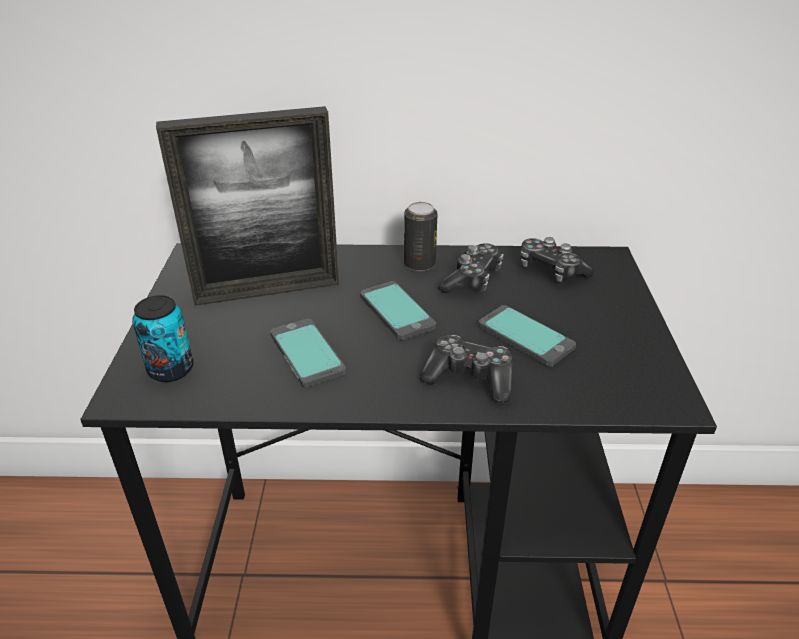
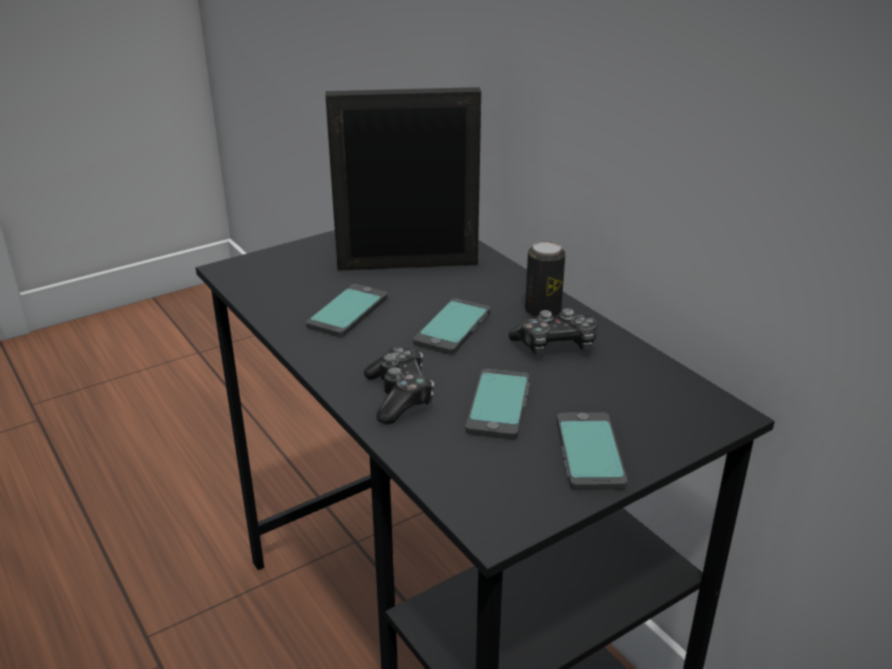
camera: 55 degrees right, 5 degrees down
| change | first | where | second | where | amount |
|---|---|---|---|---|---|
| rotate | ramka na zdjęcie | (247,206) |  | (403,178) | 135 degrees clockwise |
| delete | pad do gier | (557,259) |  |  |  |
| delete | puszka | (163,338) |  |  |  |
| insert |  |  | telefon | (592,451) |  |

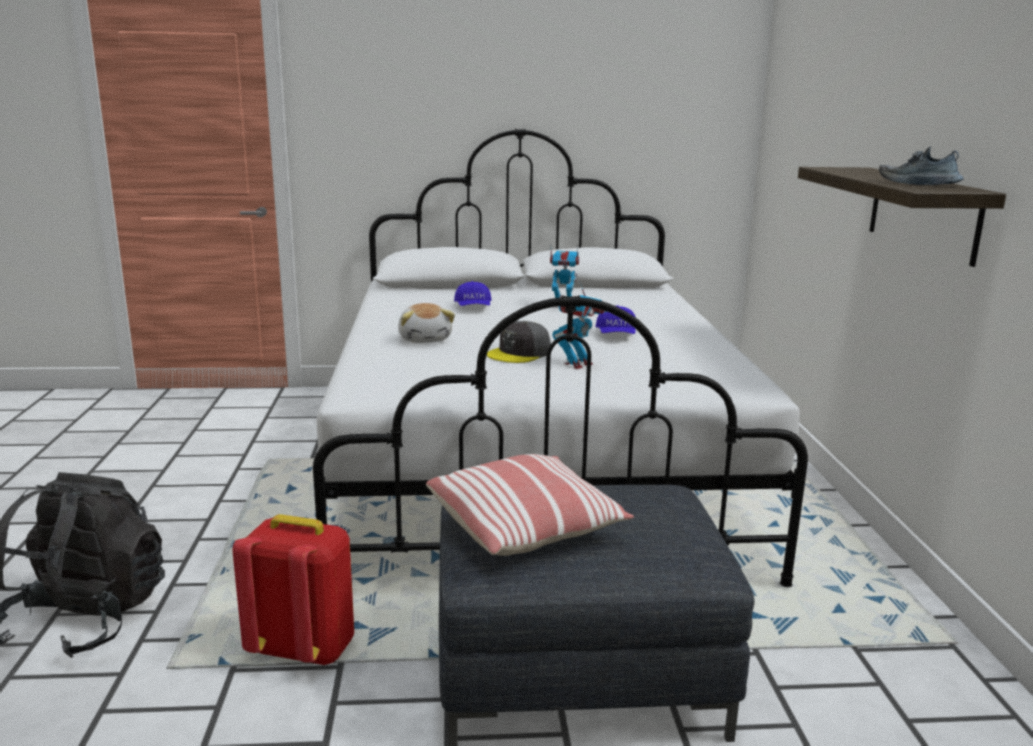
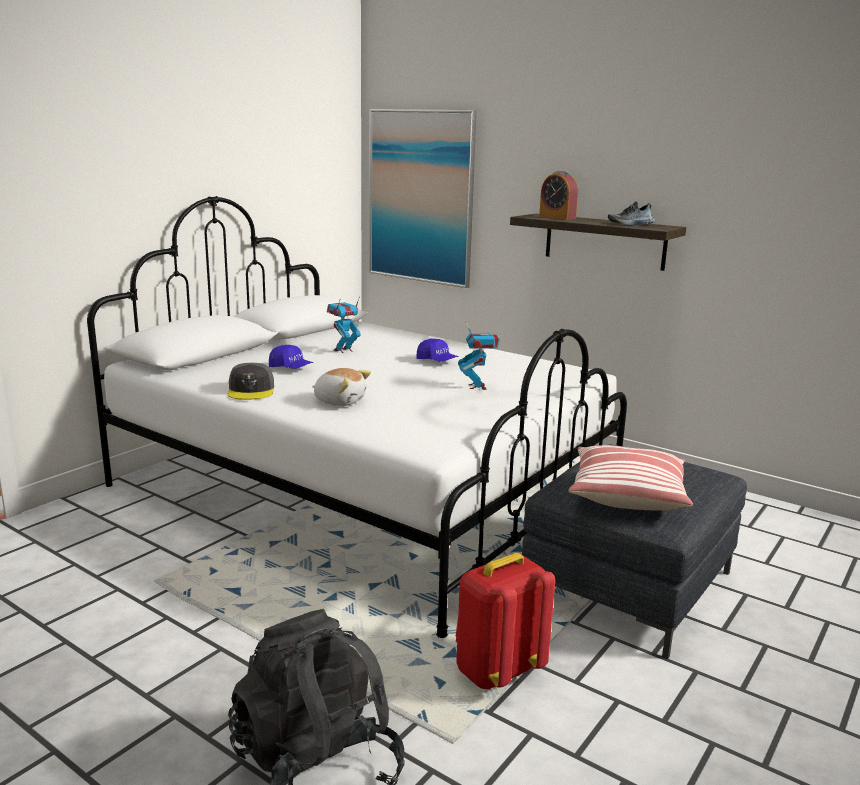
camera: 50 degrees left, 0 degrees up
| change | first | where | second | where | amount |
|---|---|---|---|---|---|
| move | czapka z daszkiem (szary) | (519,342) |  | (251,381) |  |
| insert |  |  | obraz | (423,198) |  |
| insert |  |  | budzik | (558,195) |  |

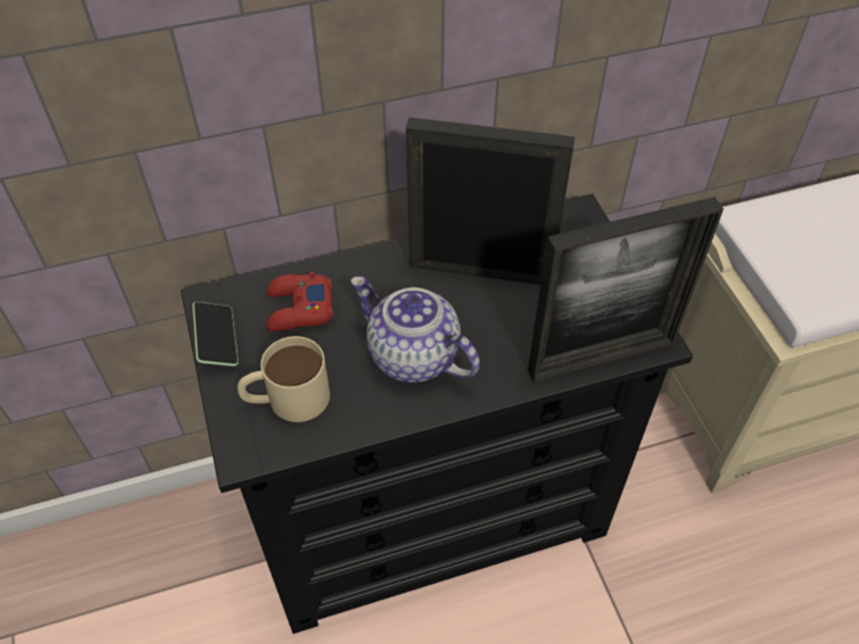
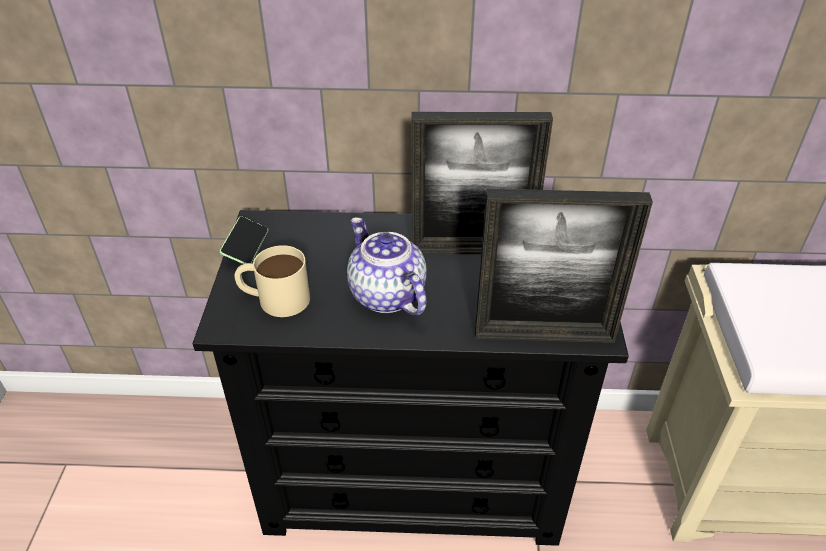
camera: 20 degrees right, 10 degrees down
| change | first | where | second | where | amount |
|---|---|---|---|---|---|
| rotate | ramka na zdjęcie | (490,201) |  | (482,183) | 150 degrees clockwise |
| delete | pad do gier (czerwony) | (299,301) |  |  |  |

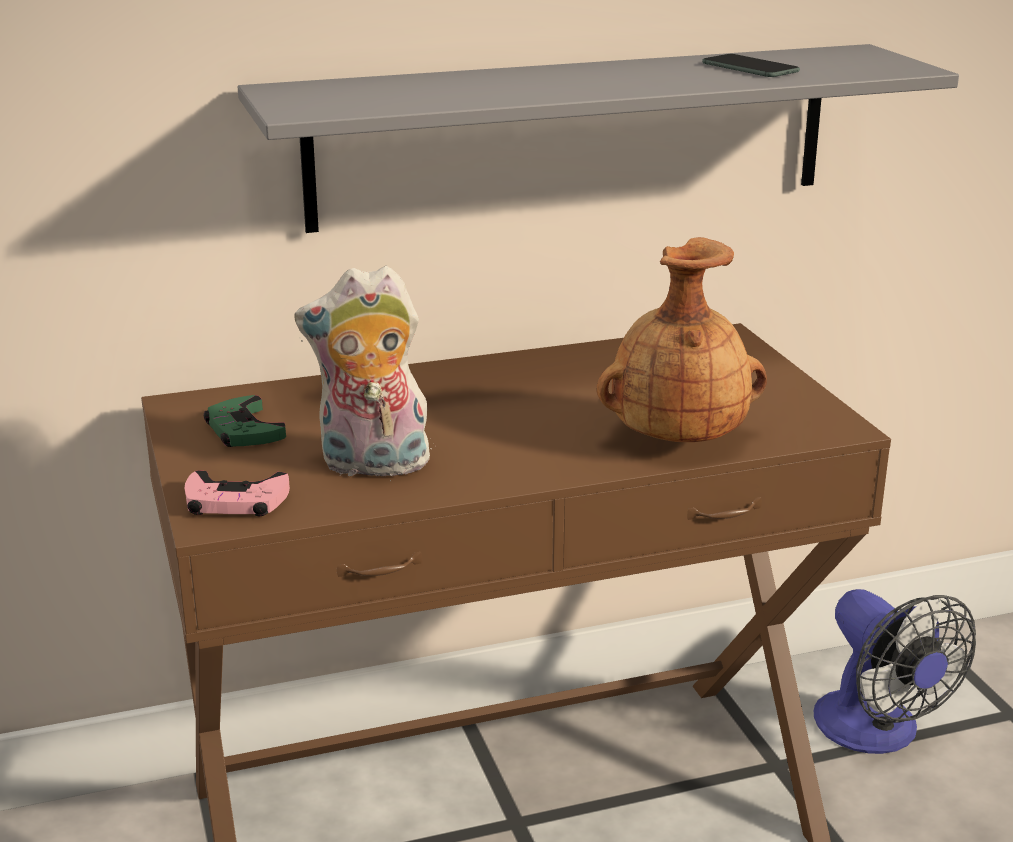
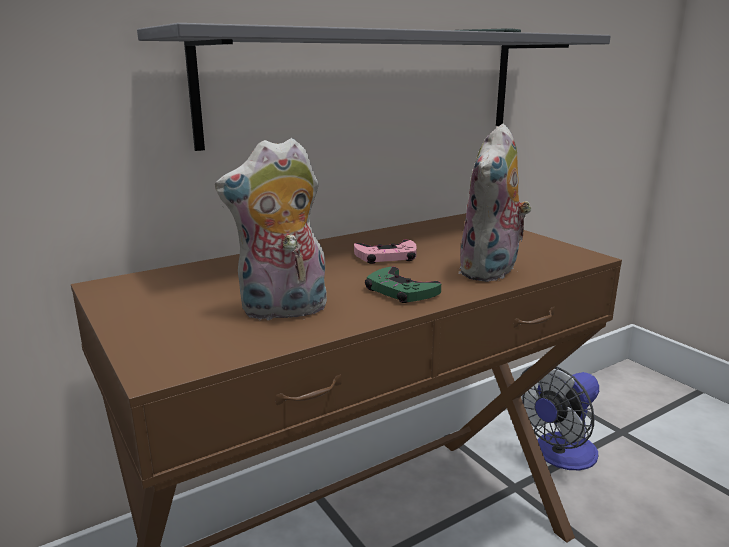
camera: 15 degrees left, 5 degrees down
| change | first | where | second | where | amount |
|---|---|---|---|---|---|
| replace | wazon (brązowy) | (681,339) | pluszak | (495,203) |  |
| move | pad do gier (zielony) | (245,421) |  | (403,285) |  |
| move | pad do gier (różowy) | (237,493) |  | (385,252) |  |
| rotate | wentylator | (895,671) |  | (560,417) | 90 degrees clockwise |

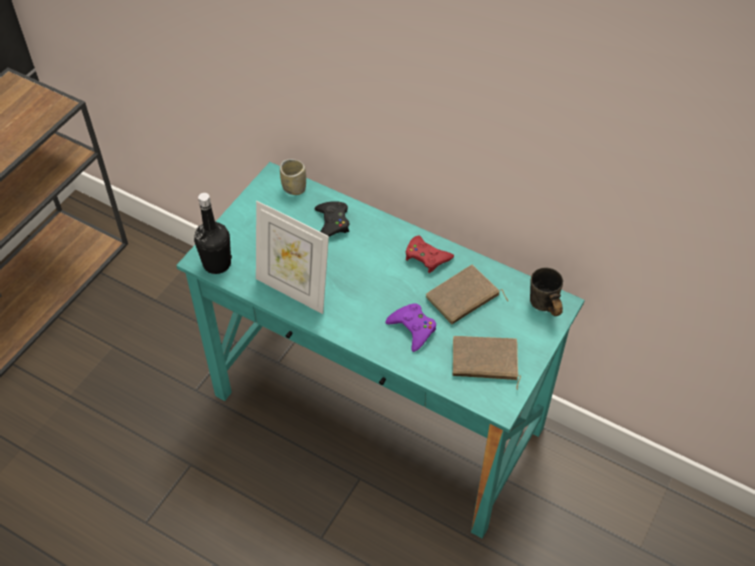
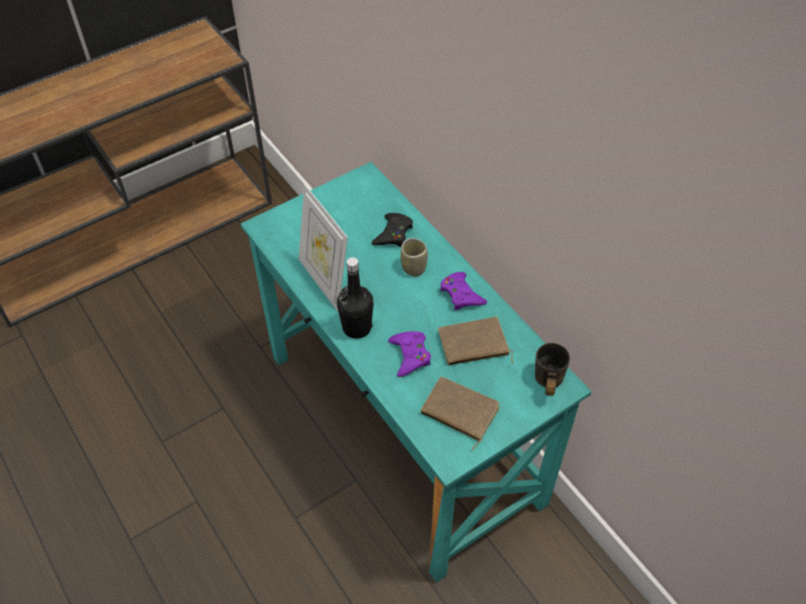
camera: 25 degrees right, 0 degrees up
| change | first | where | second | where | amount |
|---|---|---|---|---|---|
| move | filiżanka | (293,177) |  | (414,257) |  |
| move | butelka (czarny) | (213,233) |  | (355,298) |  |
| recolor | pad do gier (czerwony) | (430,254) | pad do gier (fioletowy) | (463,291) |  |

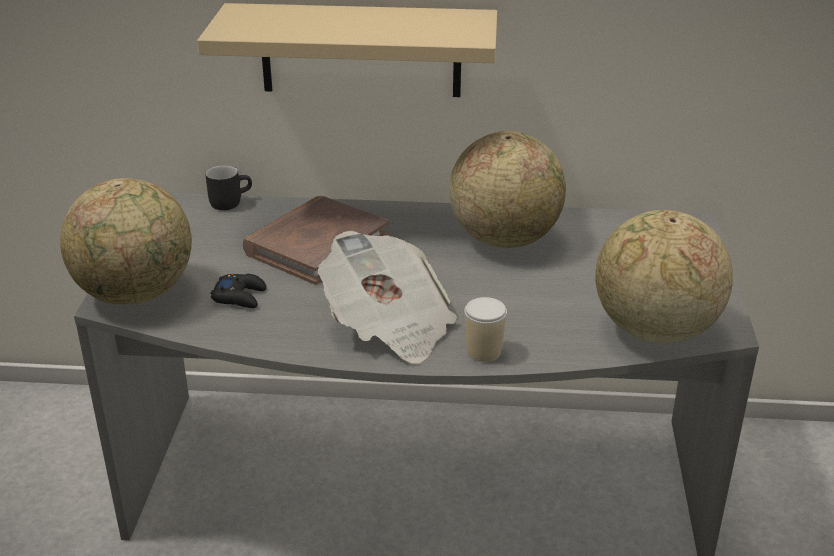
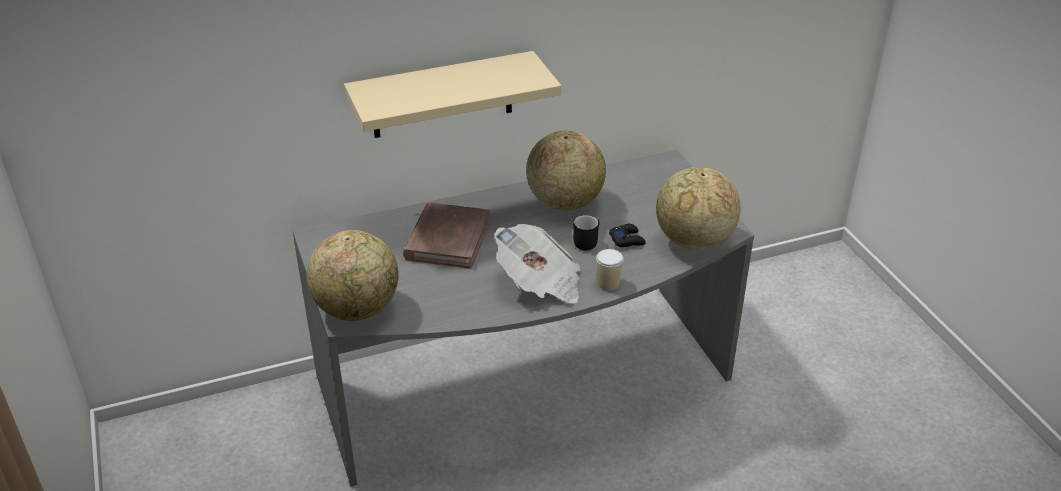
camera: 25 degrees left, 5 degrees up
| change | first | where | second | where | amount |
|---|---|---|---|---|---|
| move | kubek (czarny) | (228,187) |  | (586,232) |  |
| move | pad do gier (czarny) | (239,291) |  | (627,235) |  |

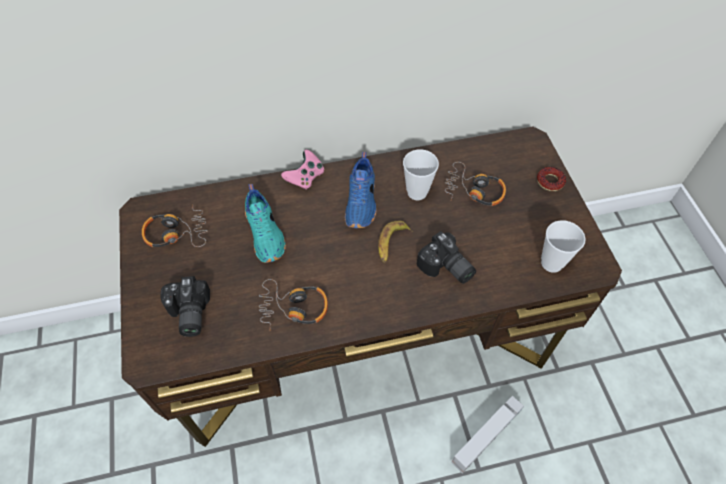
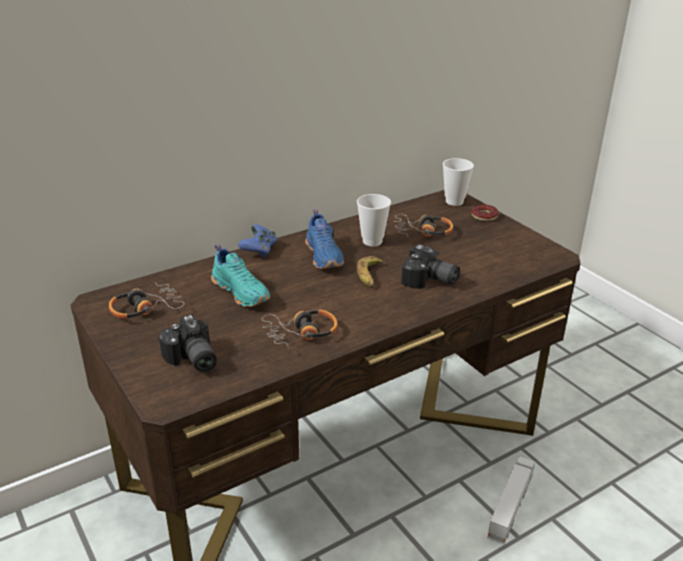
camera: 20 degrees left, 25 degrees down
| change | first | where | second | where | amount |
|---|---|---|---|---|---|
| recolor | pad do gier (różowy) | (302,170) | pad do gier (niebieski) | (257,241) |  |
| move | filiżanka | (563,246) |  | (458,182) |  |

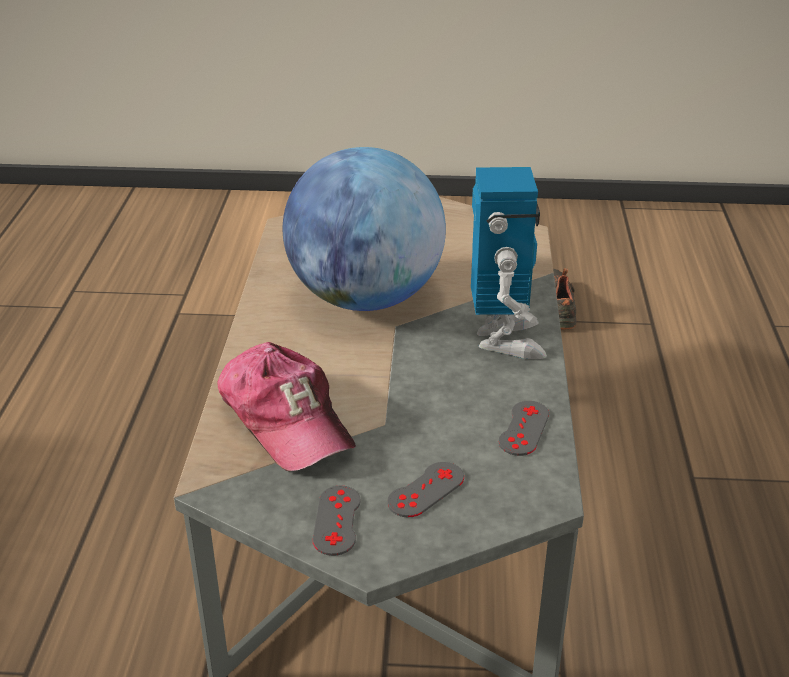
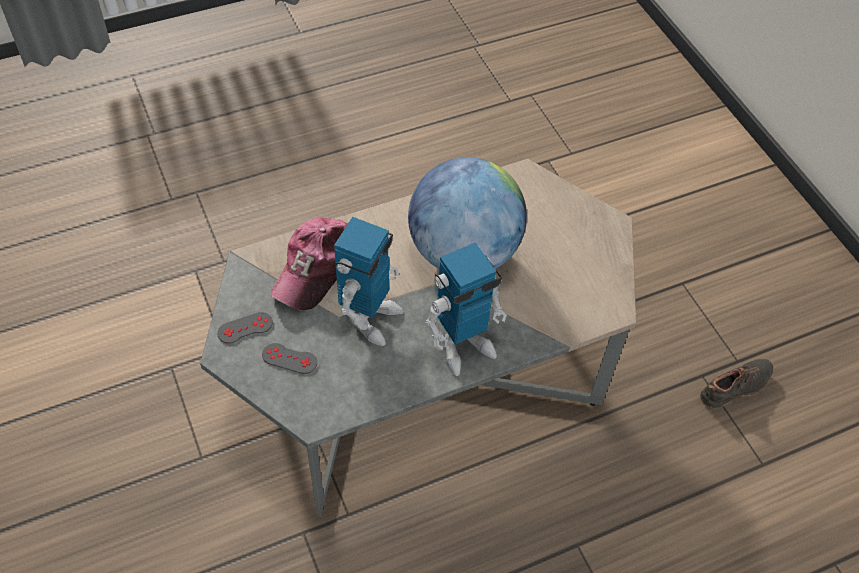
camera: 60 degrees right, 20 degrees up
| change | first | where | second | where | amount |
|---|---|---|---|---|---|
| delete | pad do gier (szary) | (524,428) |  |  |  |
| insert |  |  | robot zabawkowy | (369,281) |  |

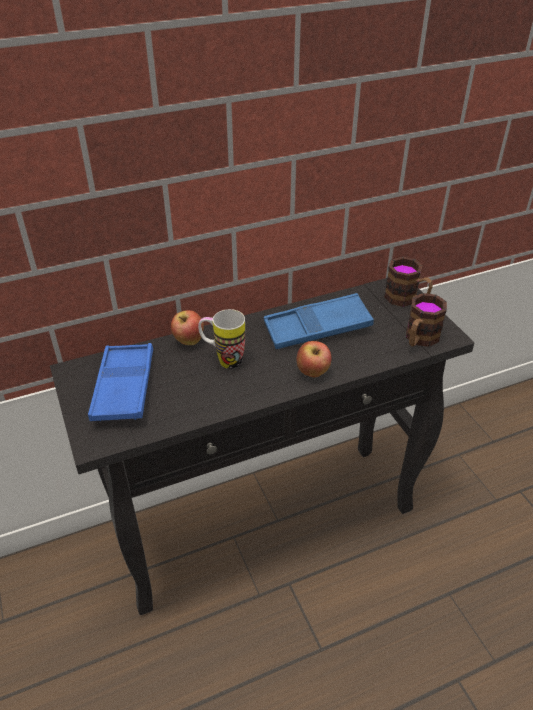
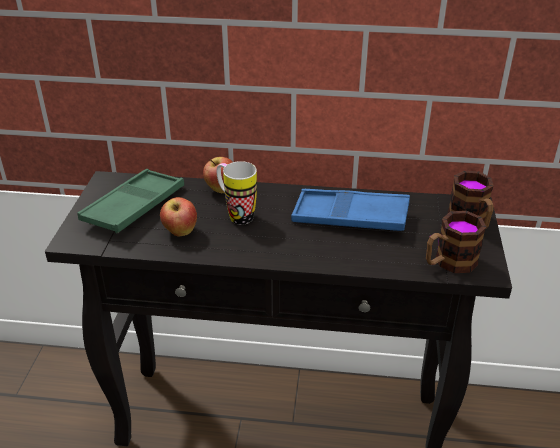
camera: 30 degrees right, 5 degrees down
| change | first | where | second | where | amount |
|---|---|---|---|---|---|
| move | jabłko | (314,359) |  | (178,216) |  |
| recolor | taca (niebieski) | (120,382) | taca (zielony) | (130,201) |  |

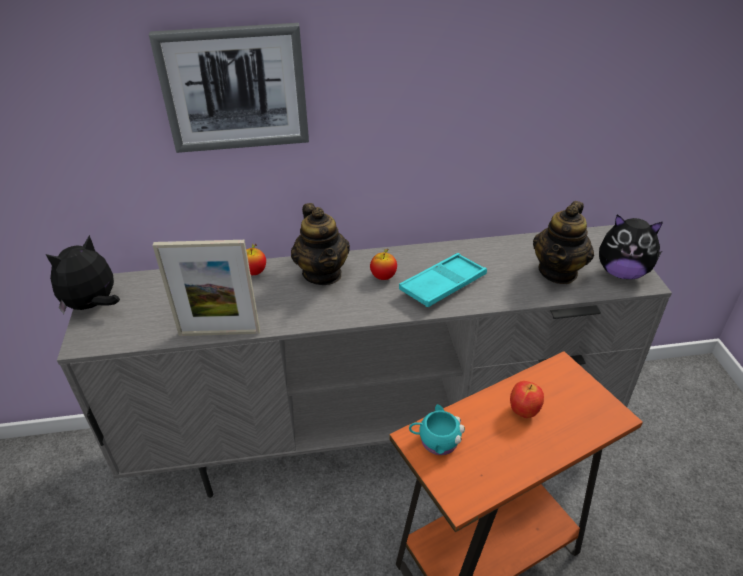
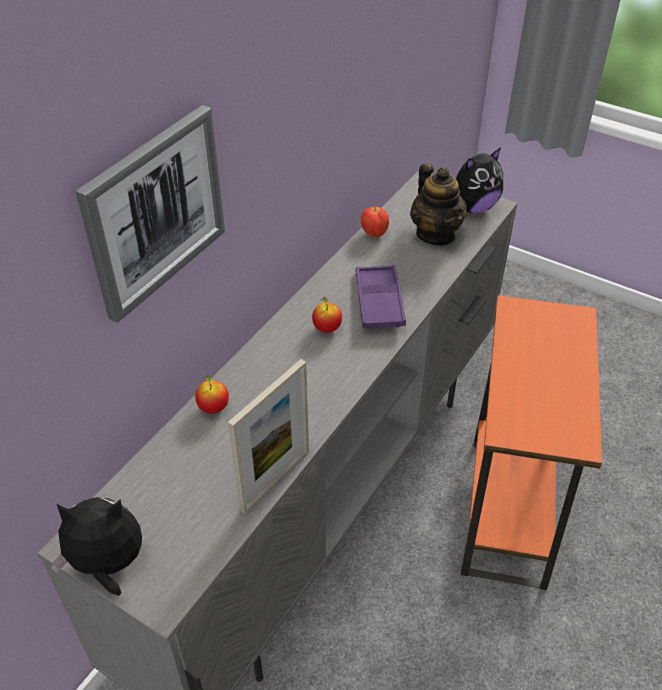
camera: 50 degrees left, 5 degrees up
| change | first | where | second | where | amount |
|---|---|---|---|---|---|
| delete | imbryk | (320,244) |  |  |  |
| rotate | pluszak | (83,274) |  | (96,546) | 90 degrees clockwise |
| recolor | taca (turkusowy) | (443,280) | taca (fioletowy) | (381,297) |  |
| move | jabłko | (527,399) |  | (375,222) |  |
| delete | kubek (turkusowy) | (437,429) |  |  |  |

